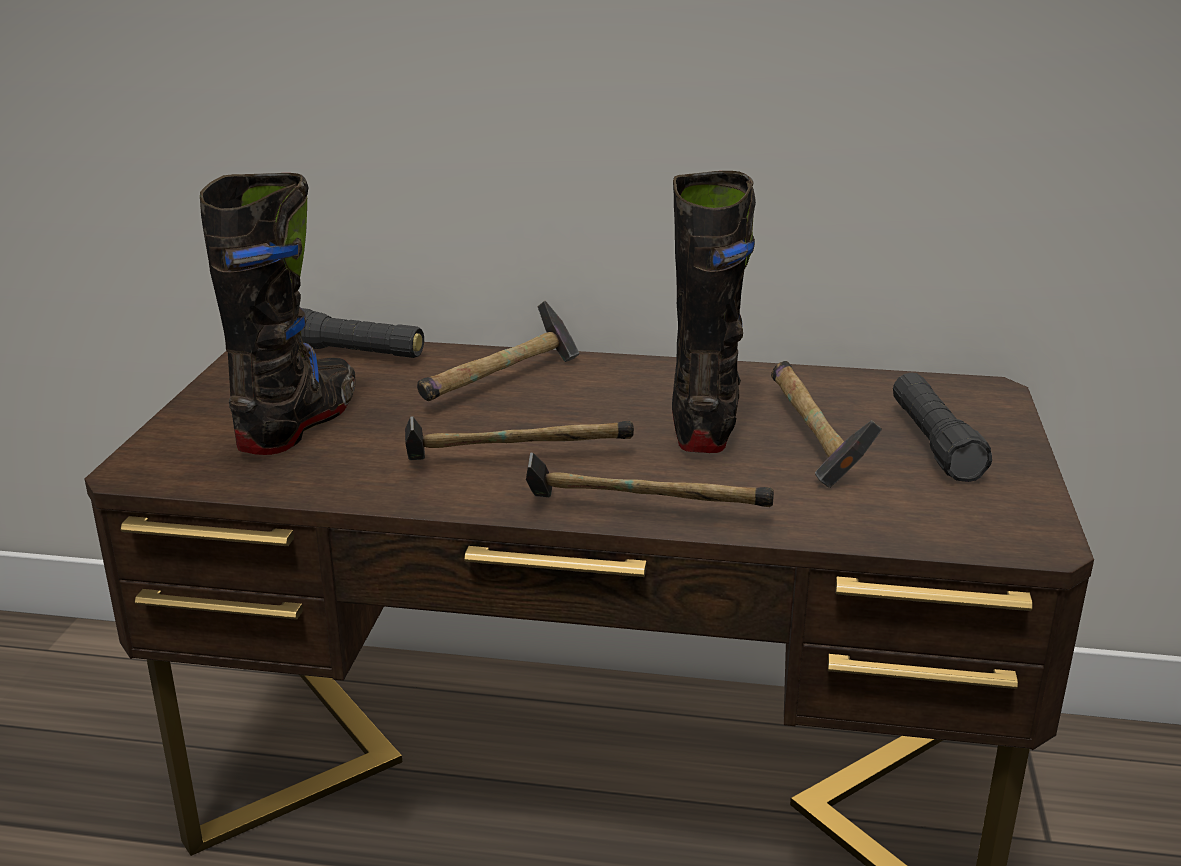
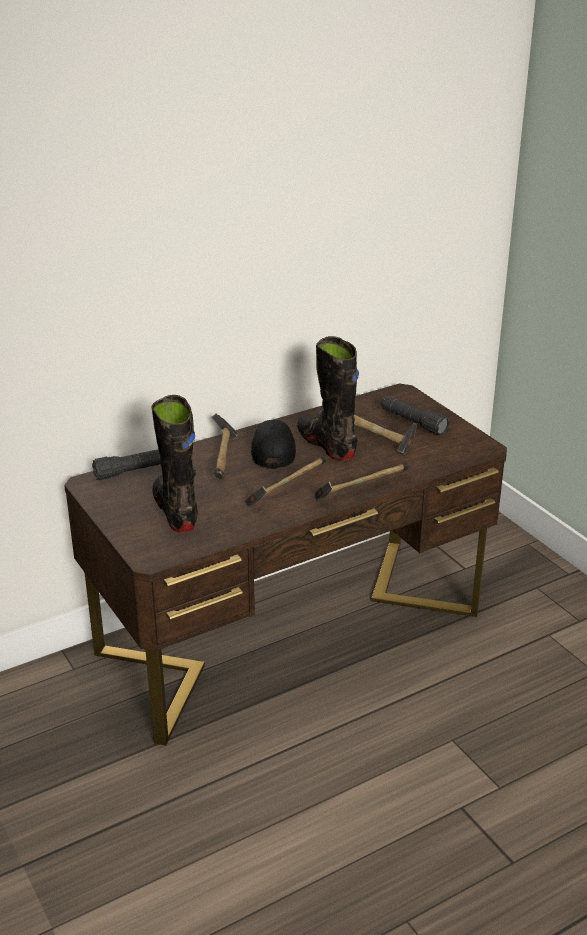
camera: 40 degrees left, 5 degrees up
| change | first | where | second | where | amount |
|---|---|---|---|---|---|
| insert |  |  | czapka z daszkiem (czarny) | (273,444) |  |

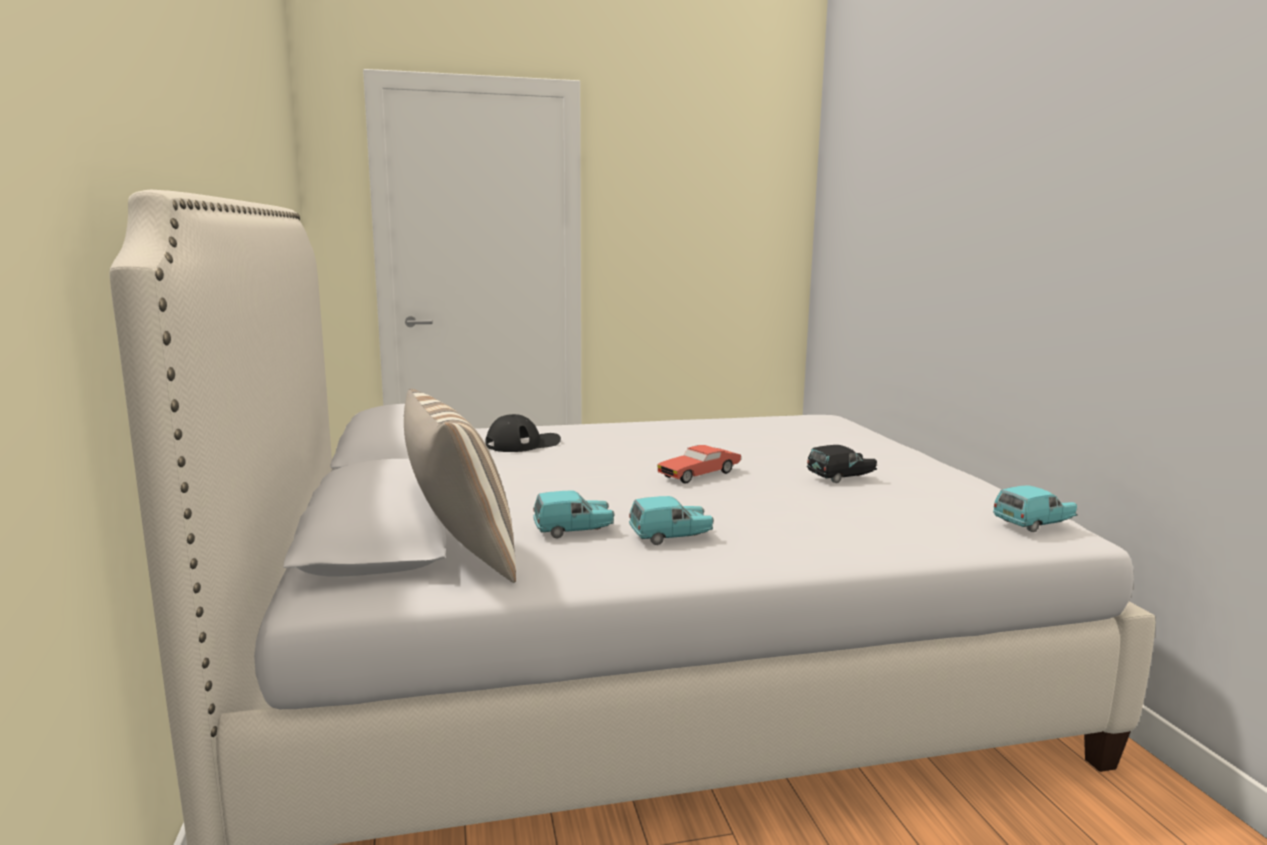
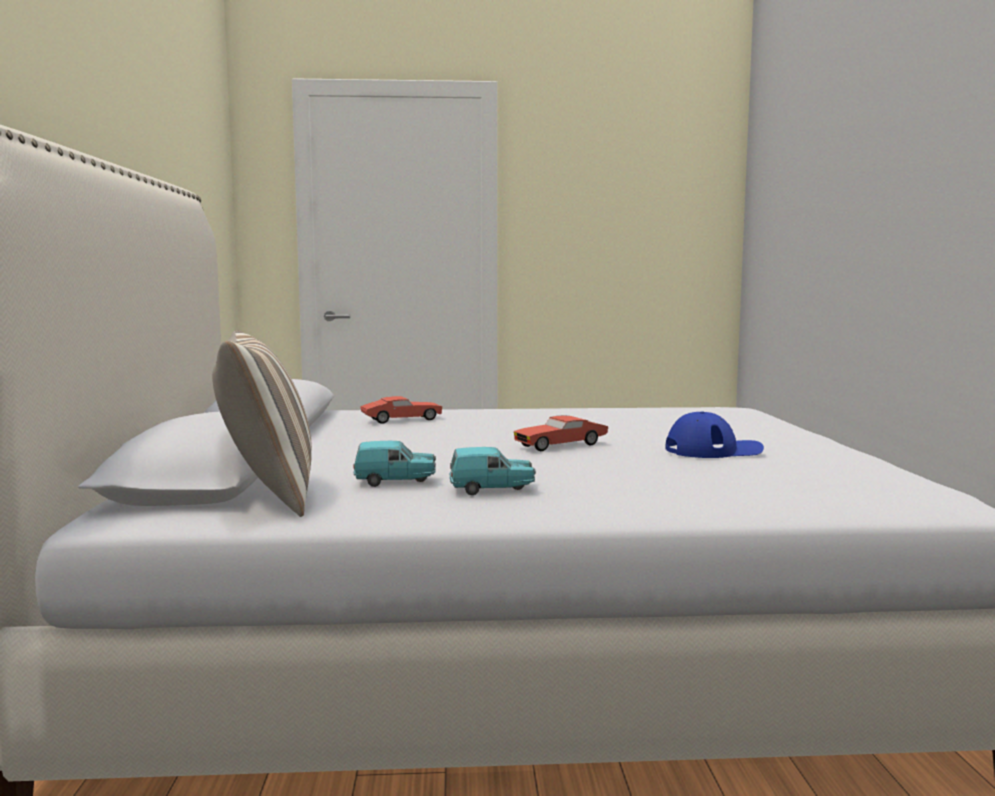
camera: 10 degrees right, 5 degrees down
| change | first | where | second | where | amount |
|---|---|---|---|---|---|
| replace | czapka z daszkiem (czarny) | (523,433) | samochodzik (czerwony) | (401,410) |  |
| replace | samochodzik (czarny) | (842,464) | czapka z daszkiem (niebieski) | (714,434) |  |
| delete | samochodzik (turkusowy) | (1035,508) |  |  |  |

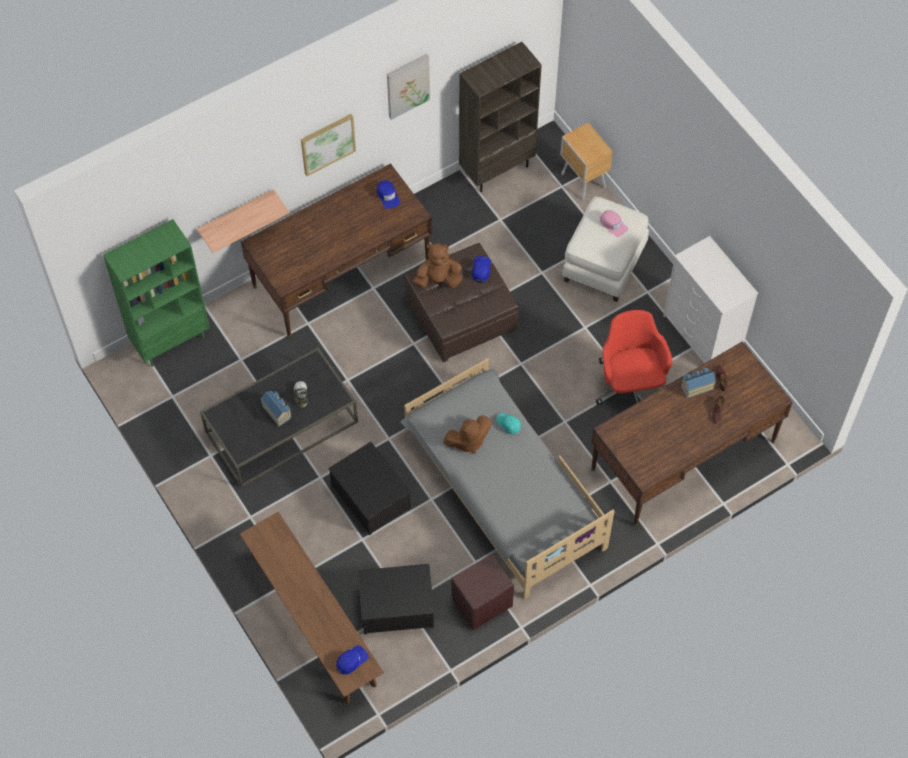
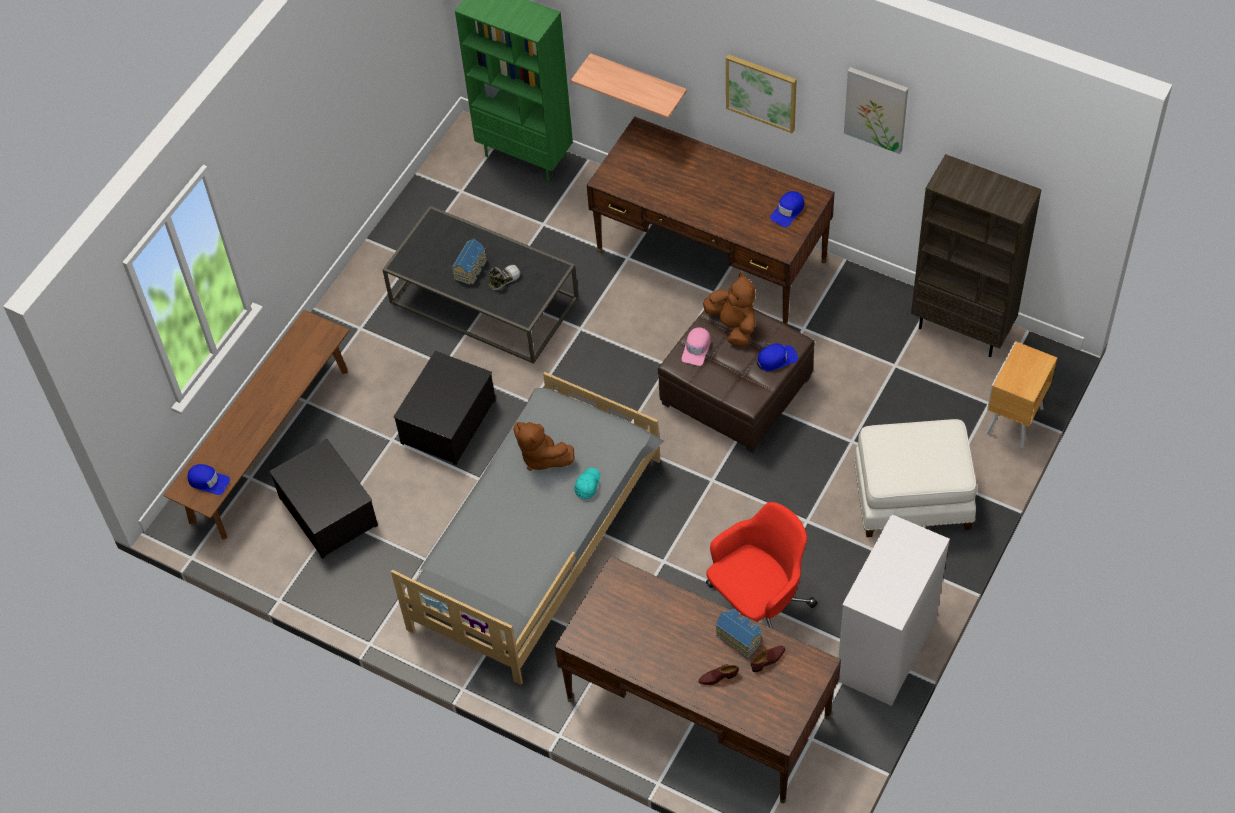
camera: 65 degrees right, 5 degrees down
| change | first | where | second | where | amount |
|---|---|---|---|---|---|
| move | czapka z daszkiem (różowy) | (614,223) |  | (696,346) |  |
| delete | szafka nocna (brązowy) | (483,592) |  |  |  |

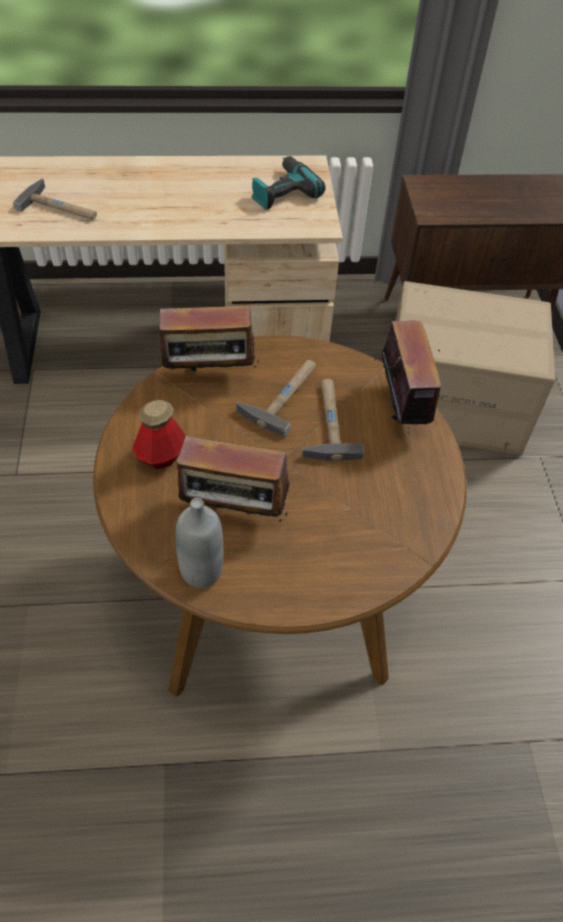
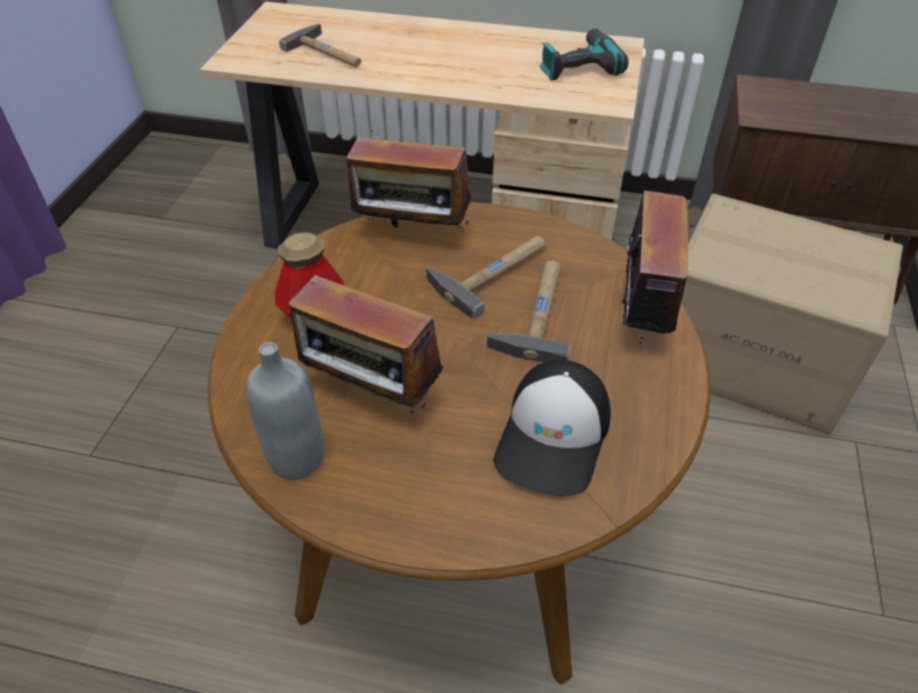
camera: 20 degrees right, 5 degrees down
| change | first | where | second | where | amount |
|---|---|---|---|---|---|
| insert |  |  | czapka z daszkiem | (552,428) |  |

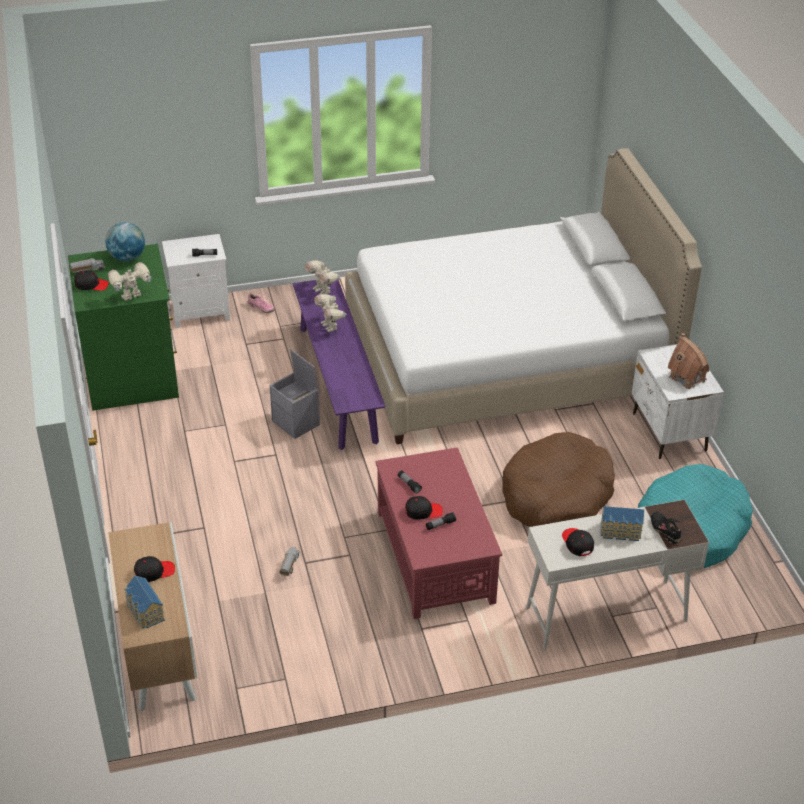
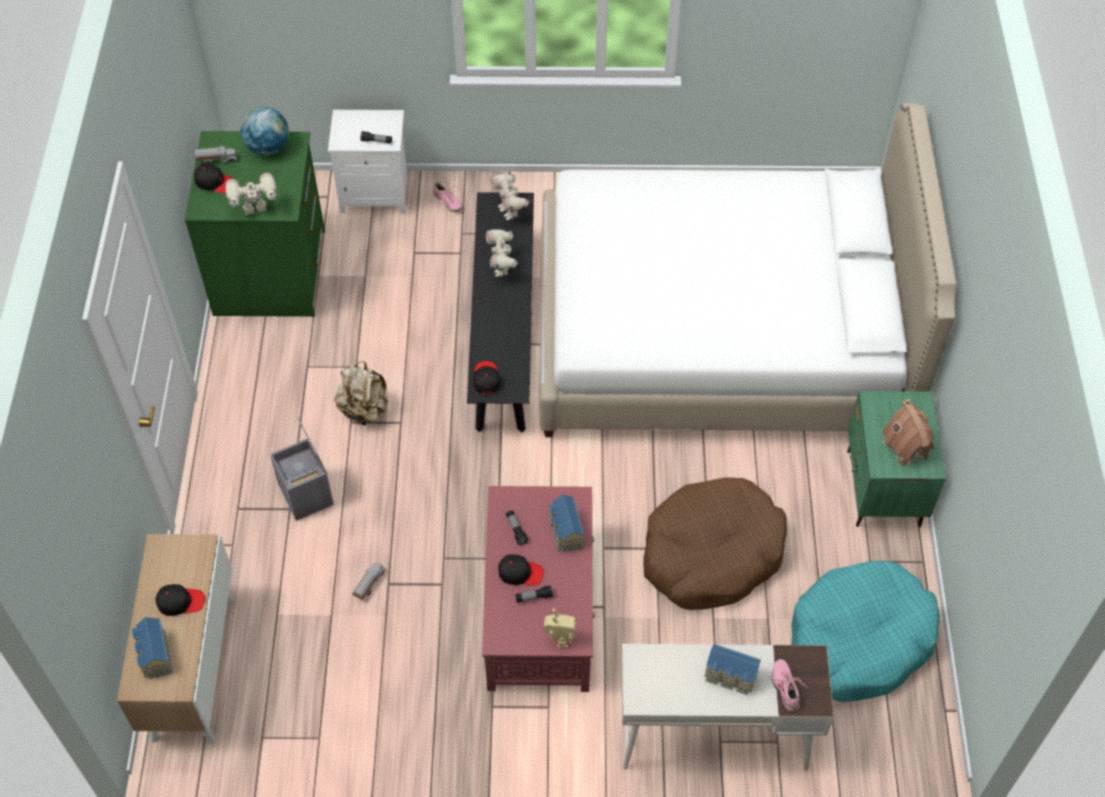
camera: 15 degrees right, 15 degrees up
| change | first | where | second | where | amount |
|---|---|---|---|---|---|
| recolor | ławka (fioletowy) | (339,365) | ławka (czarny) | (500,312) |  |
| recolor | szafka nocna (biały) | (678,401) | szafka nocna (zielony) | (896,459) |  |
| move | pojemnik do przechowywania (szary) | (295,394) |  | (302,469) |  |
| recolor | but (czarny) | (667,527) | but (różowy) | (790,685) |  |
| move | czapka z daszkiem (czarny) | (578,542) |  | (487,377) |  |
| insert |  |  | plecak (beżowy) | (361,393) |  |
| insert |  |  | domek | (567,523) |  |
| insert |  |  | robot zabawkowy | (559,628) |  |

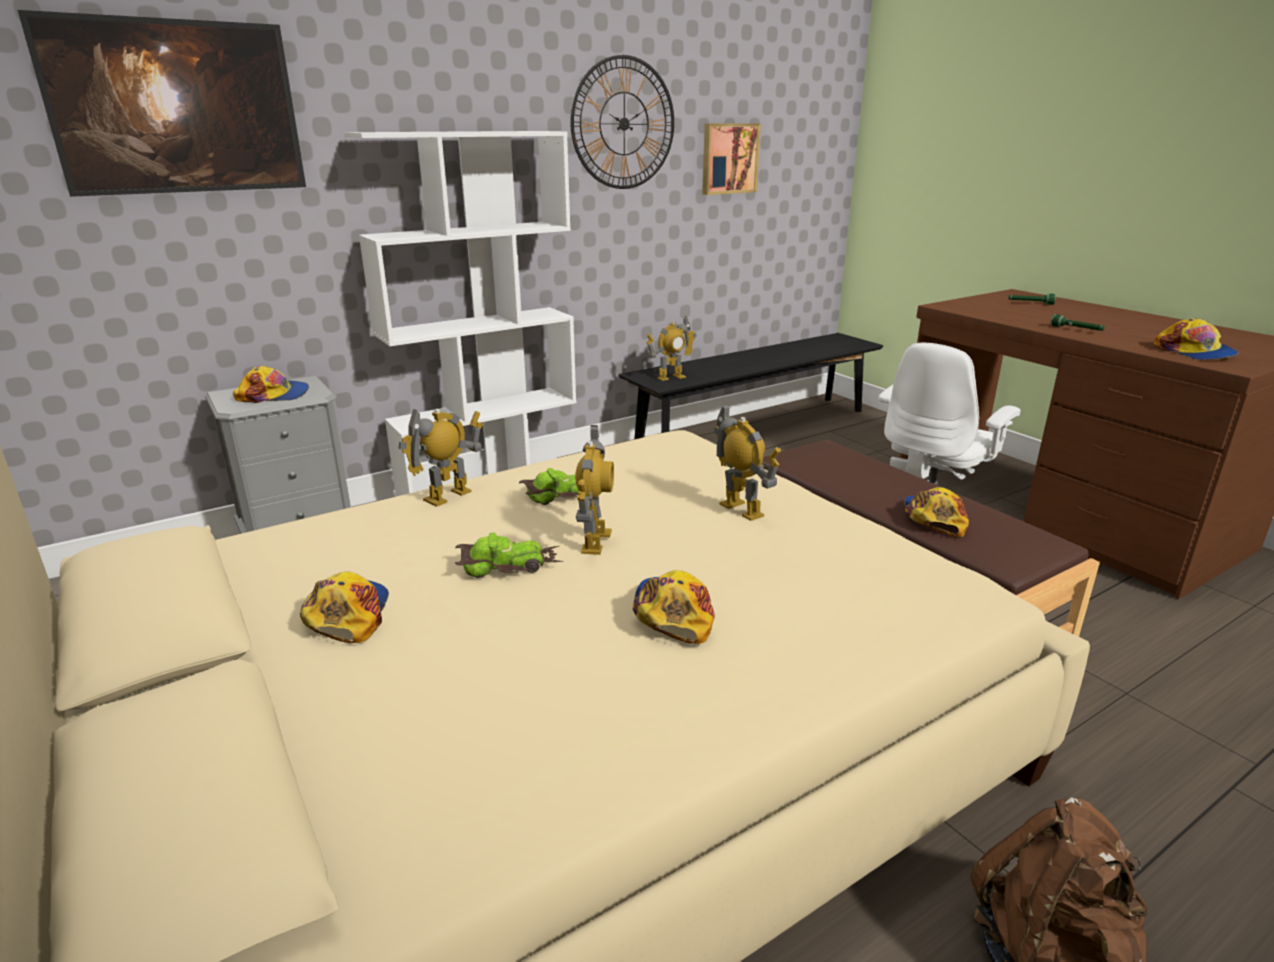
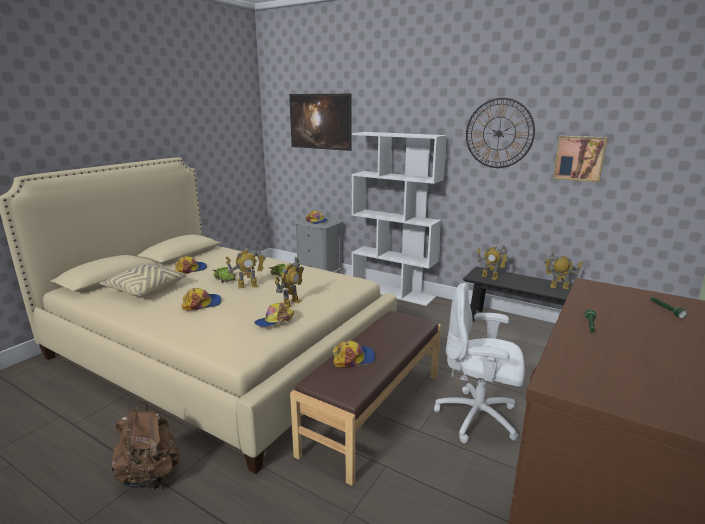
camera: 65 degrees right, 5 degrees down
| change | first | where | second | where | amount |
|---|---|---|---|---|---|
| move | czapka z daszkiem | (1196,339) |  | (274,314) |  |
| move | robot zabawkowy | (441,458) |  | (563,270) |  |
| insert |  |  | poduszka (beżowy) | (143,280) |  |

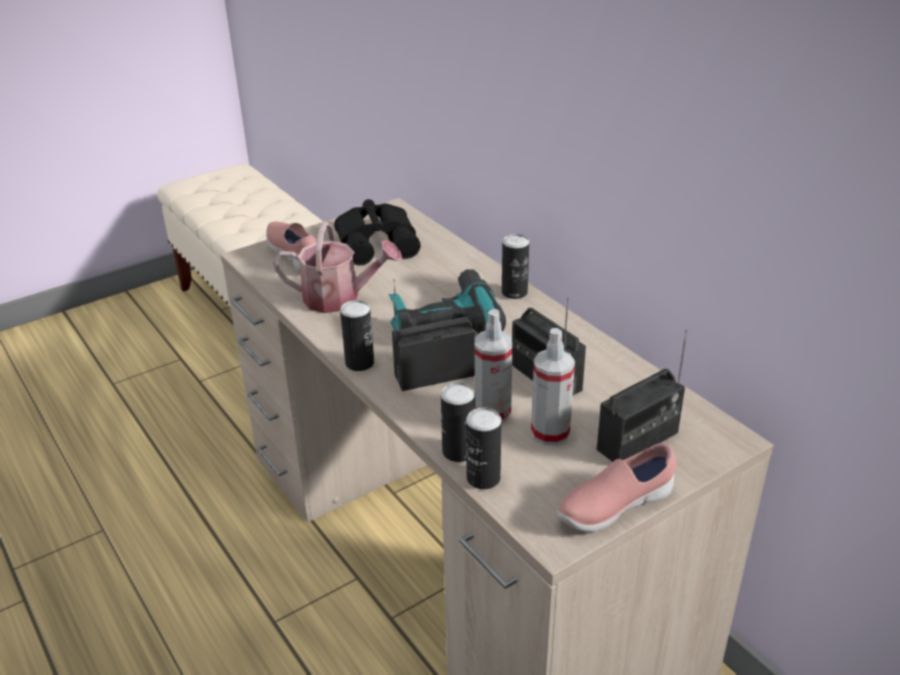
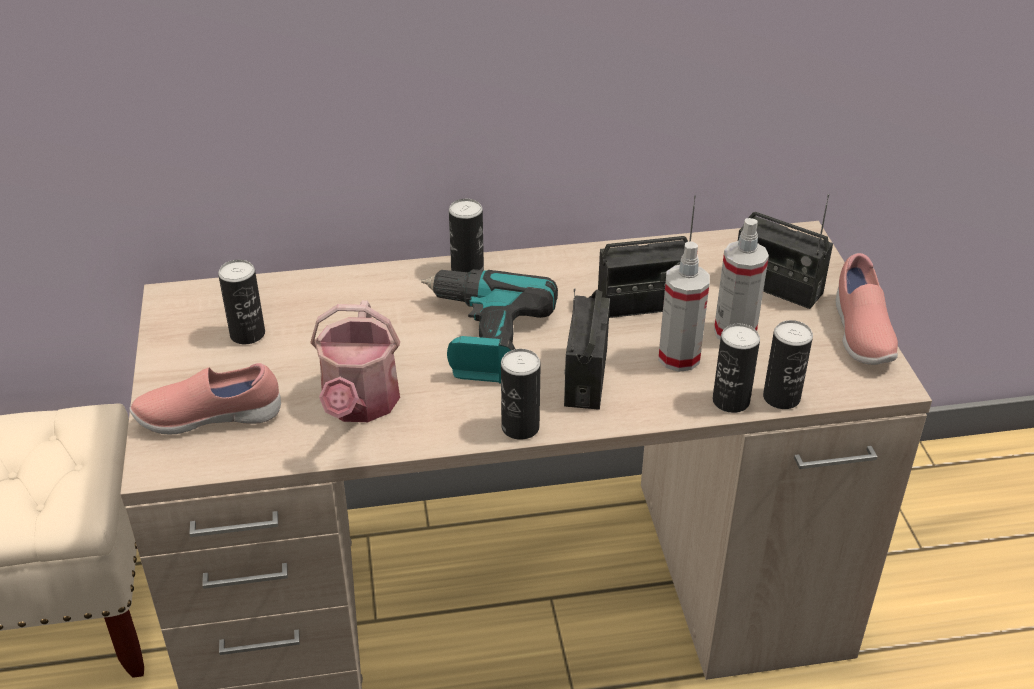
camera: 65 degrees left, 5 degrees up
| change | first | where | second | where | amount |
|---|---|---|---|---|---|
| replace | lornetka (czarny) | (377,232) | puszka | (241,302) |  |
| rotate | konewka | (337,267) |  | (355,361) | 150 degrees clockwise |
| rotate | radio | (642,396) |  | (785,251) | 135 degrees clockwise |

